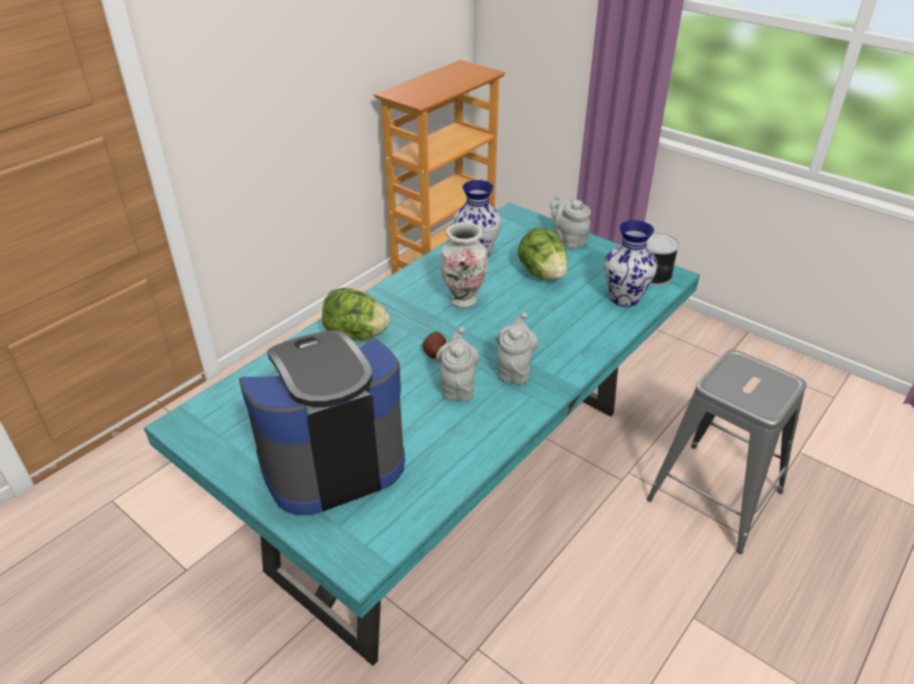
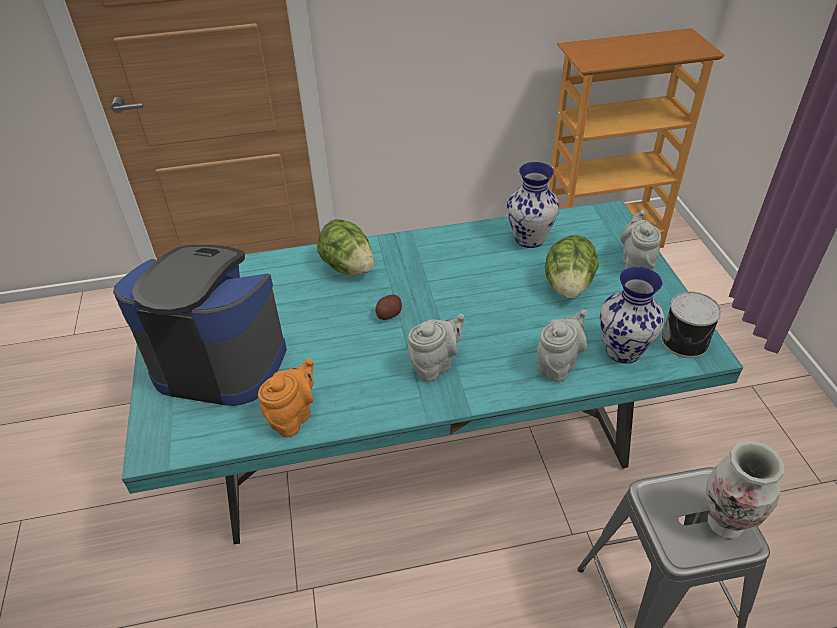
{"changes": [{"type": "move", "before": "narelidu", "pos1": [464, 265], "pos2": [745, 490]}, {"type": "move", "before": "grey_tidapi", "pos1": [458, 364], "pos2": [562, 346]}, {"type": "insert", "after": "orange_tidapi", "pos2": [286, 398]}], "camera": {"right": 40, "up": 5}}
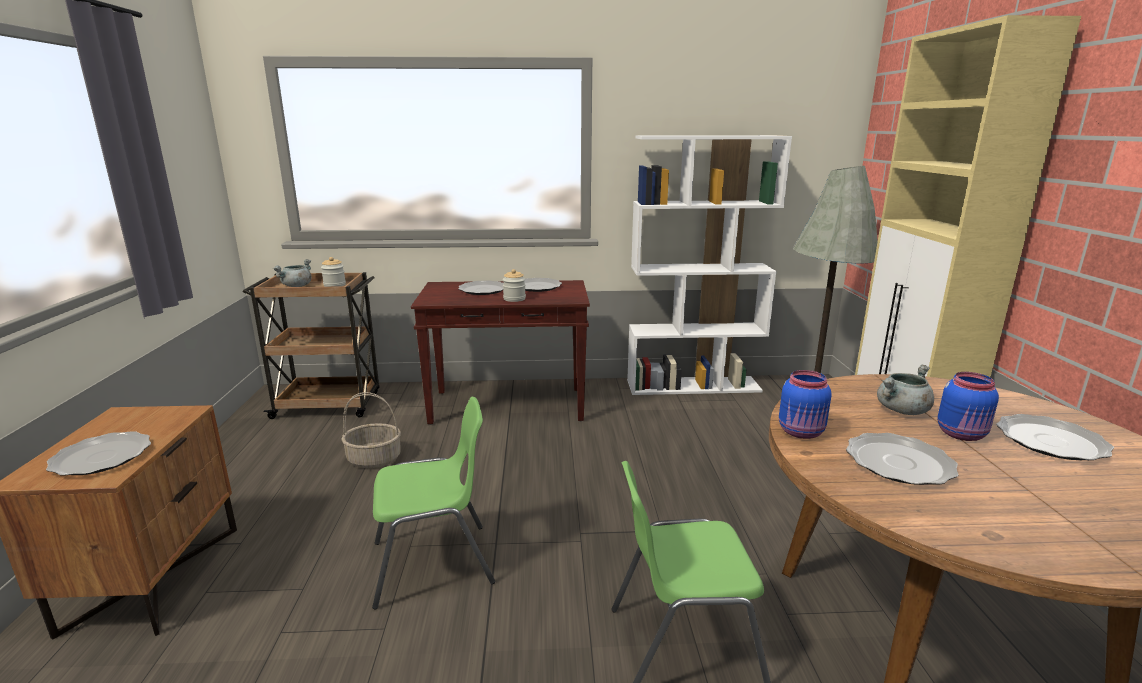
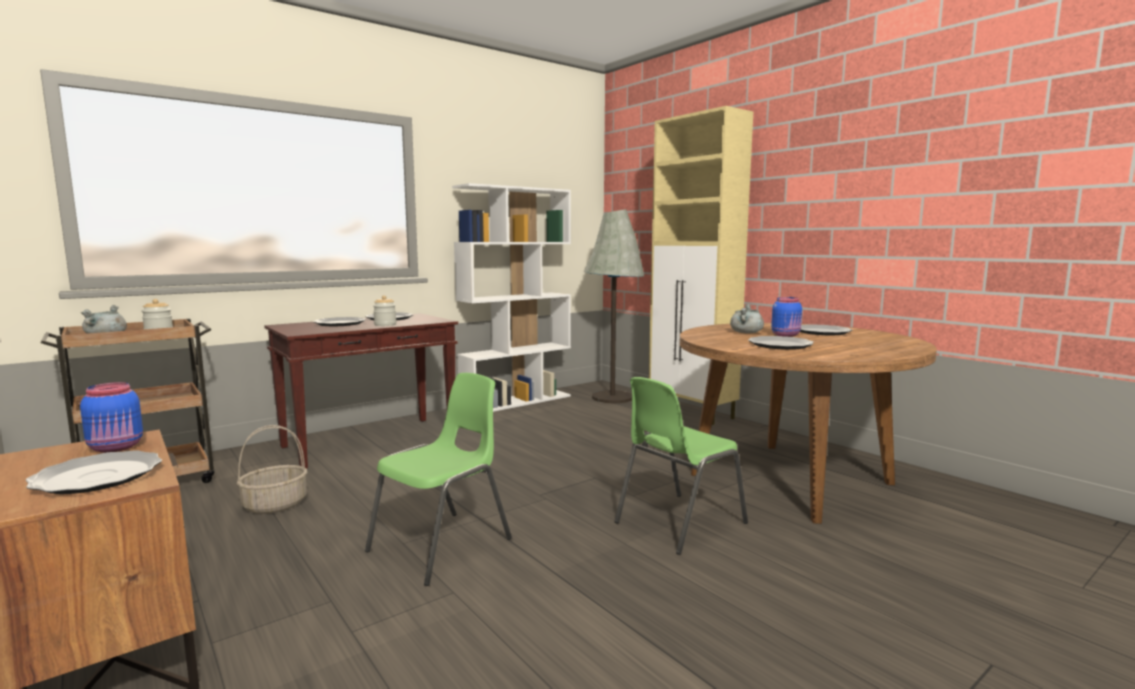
{"changes": [{"type": "move", "before": "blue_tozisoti", "pos1": [805, 404], "pos2": [111, 417]}], "camera": {"right": -35, "up": -10}}
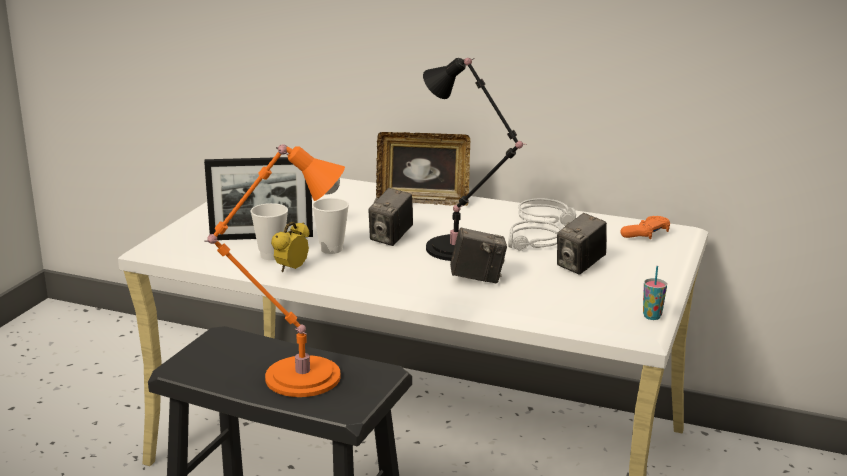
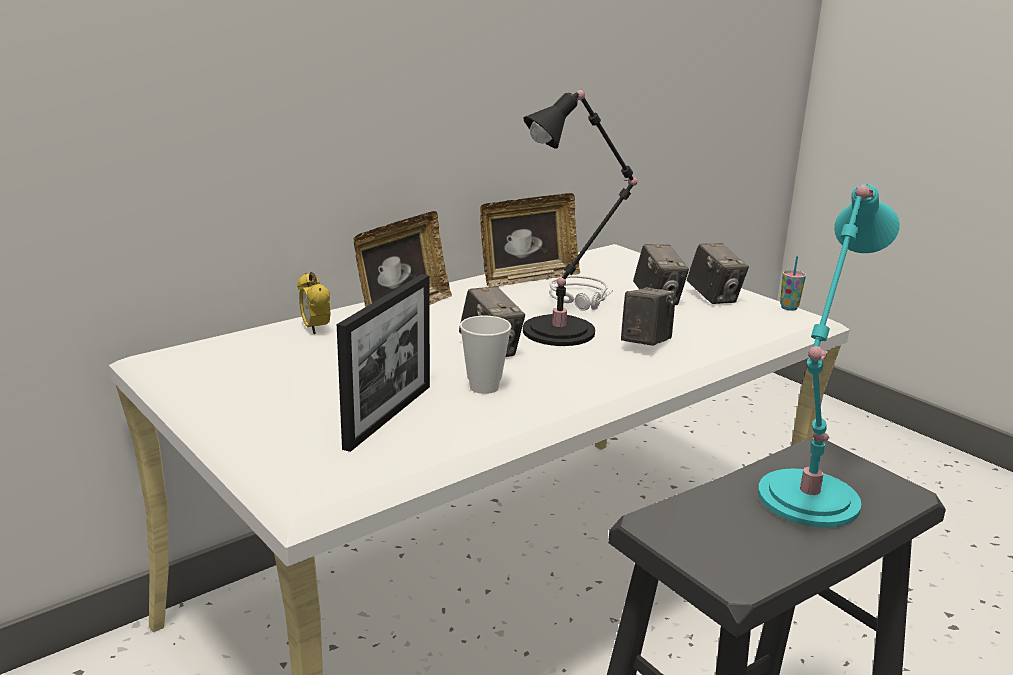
{"changes": [{"type": "recolor", "before": "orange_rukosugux", "after": "turquoise_rukosugux", "pos1": [274, 270], "pos2": [829, 356]}, {"type": "replace", "before": "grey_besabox", "after": "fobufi", "pos1": [547, 212], "pos2": [530, 240]}, {"type": "delete", "before": "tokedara", "pos1": [269, 231]}, {"type": "delete", "before": "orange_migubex", "pos1": [645, 227]}, {"type": "move", "before": "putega", "pos1": [290, 247], "pos2": [314, 303]}, {"type": "insert", "after": "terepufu", "pos2": [718, 273]}], "camera": {"right": -60, "up": 0}}
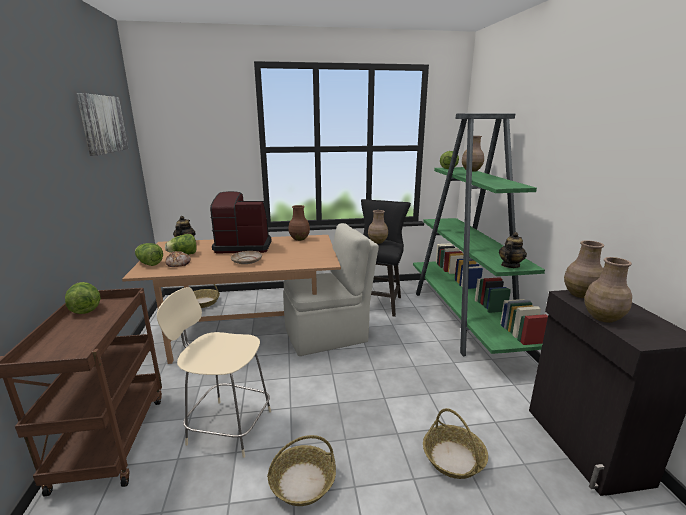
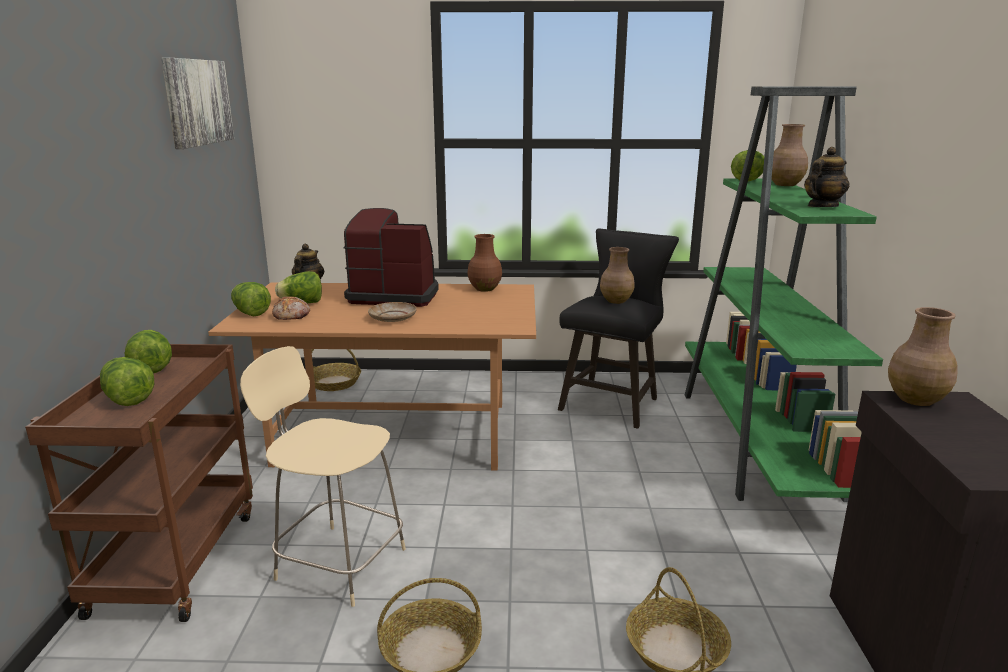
{"changes": [{"type": "delete", "before": "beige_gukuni", "pos1": [331, 289]}, {"type": "move", "before": "tidapi", "pos1": [513, 250], "pos2": [827, 177]}, {"type": "delete", "before": "brown_narelidu", "pos1": [608, 290]}, {"type": "insert", "after": "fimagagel", "pos2": [127, 381]}], "camera": {"right": 10, "up": 0}}
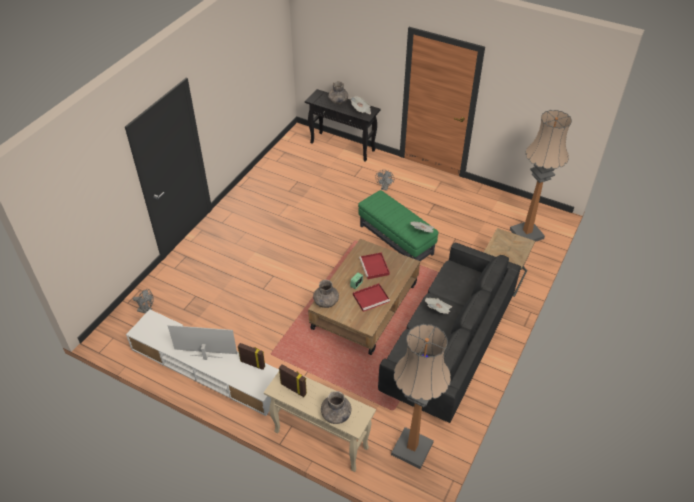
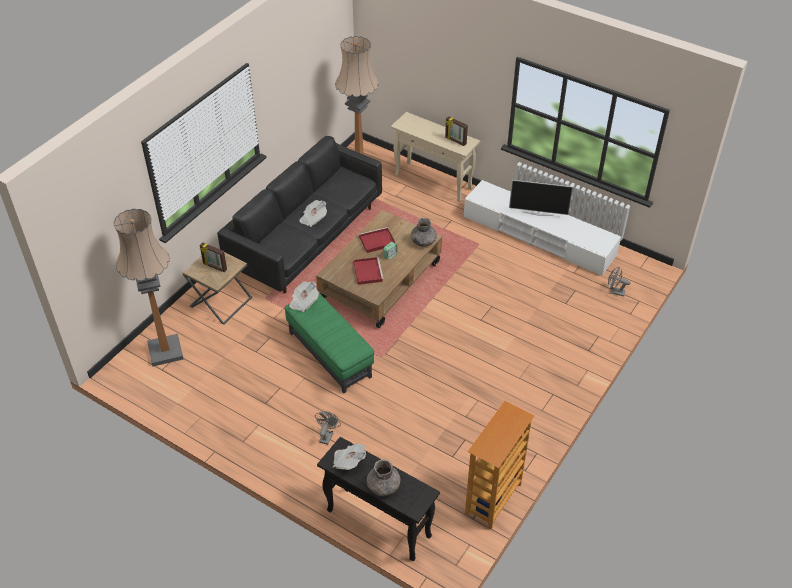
{"changes": [{"type": "move", "before": "fobufi", "pos1": [251, 356], "pos2": [213, 257]}, {"type": "delete", "before": "grey_narelidu", "pos1": [336, 407]}, {"type": "insert", "after": "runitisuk", "pos2": [500, 465]}], "camera": {"right": -175, "up": 0}}
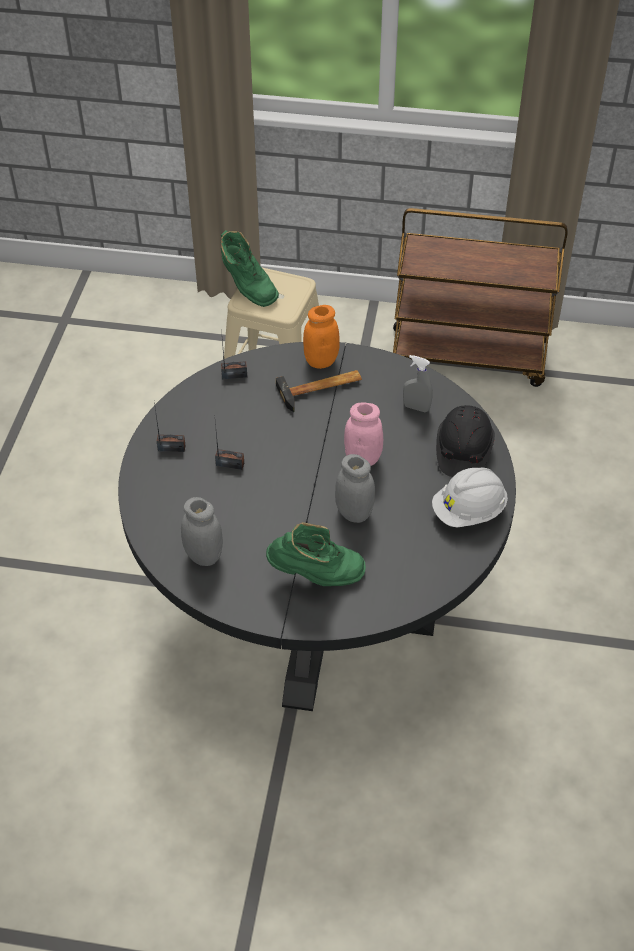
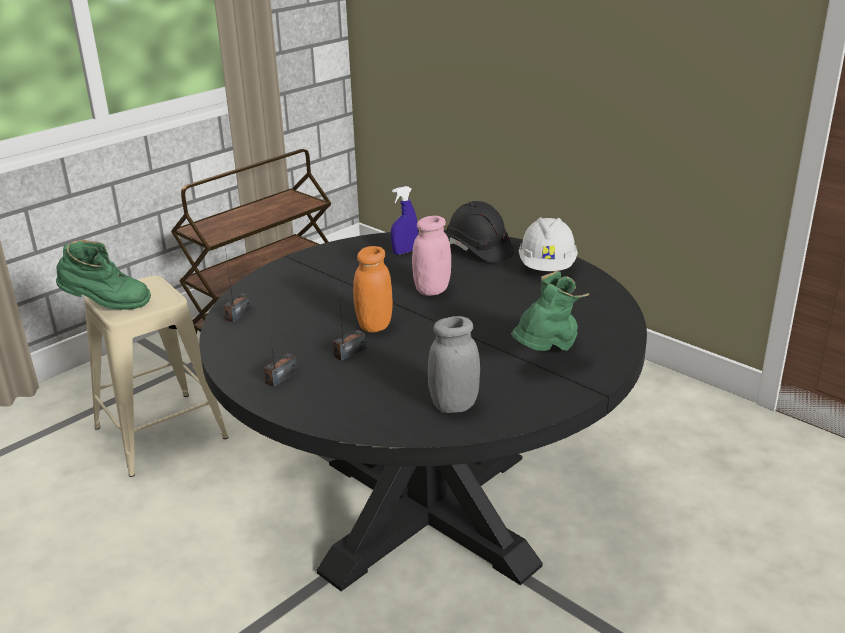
{"changes": [{"type": "move", "before": "orange_tozisoti", "pos1": [321, 337], "pos2": [373, 289]}, {"type": "recolor", "before": "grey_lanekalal", "after": "blue_lanekalal", "pos1": [418, 383], "pos2": [404, 220]}, {"type": "delete", "before": "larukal", "pos1": [319, 391]}, {"type": "delete", "before": "grey_tozisoti", "pos1": [355, 488]}], "camera": {"right": -55, "up": -20}}
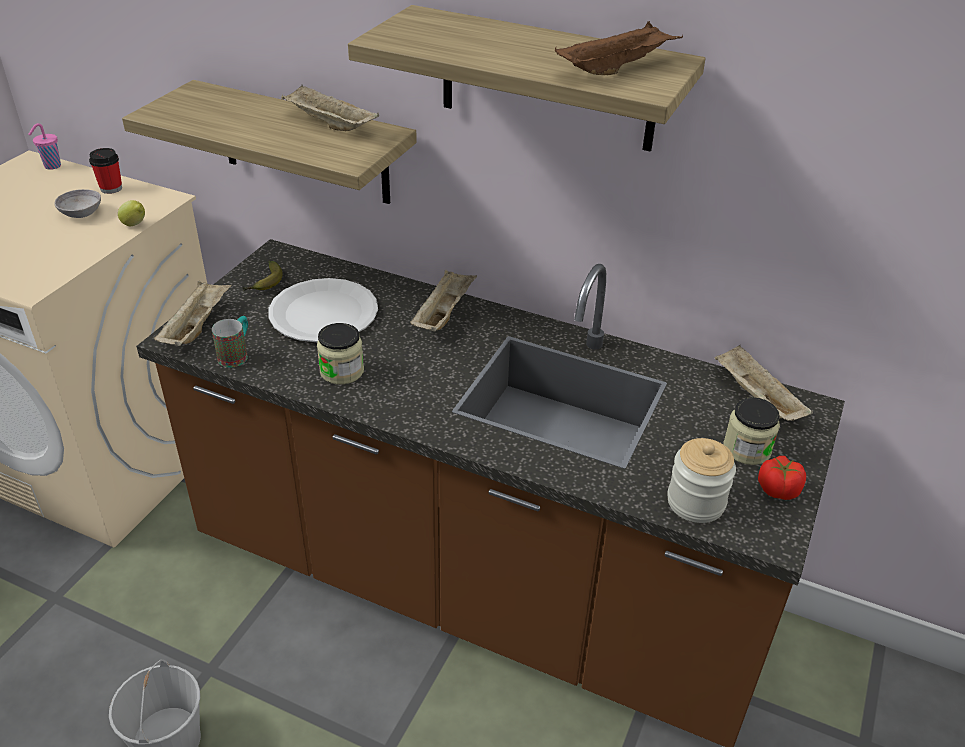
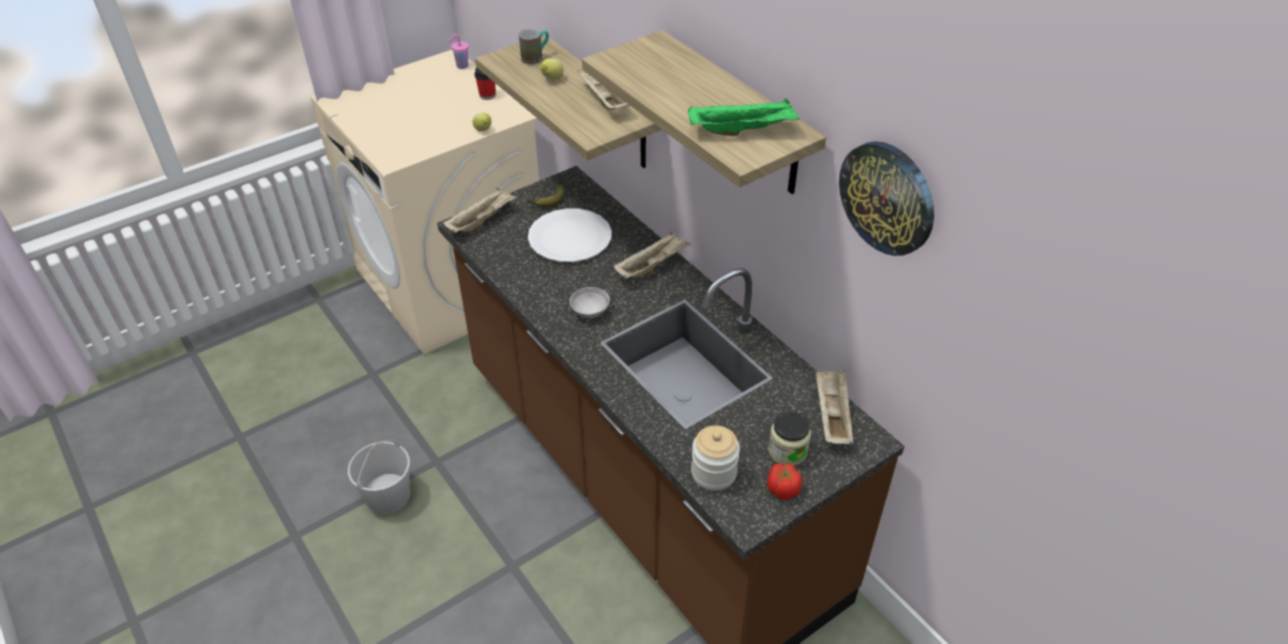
{"changes": [{"type": "recolor", "before": "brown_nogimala", "after": "green_nogimala", "pos1": [619, 48], "pos2": [744, 117]}, {"type": "move", "before": "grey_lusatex", "pos1": [77, 203], "pos2": [590, 302]}, {"type": "move", "before": "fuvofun", "pos1": [230, 342], "pos2": [534, 47]}, {"type": "delete", "before": "tozisoti", "pos1": [340, 354]}, {"type": "insert", "after": "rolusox", "pos2": [552, 69]}, {"type": "insert", "after": "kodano", "pos2": [886, 198]}], "camera": {"right": 30, "up": 5}}
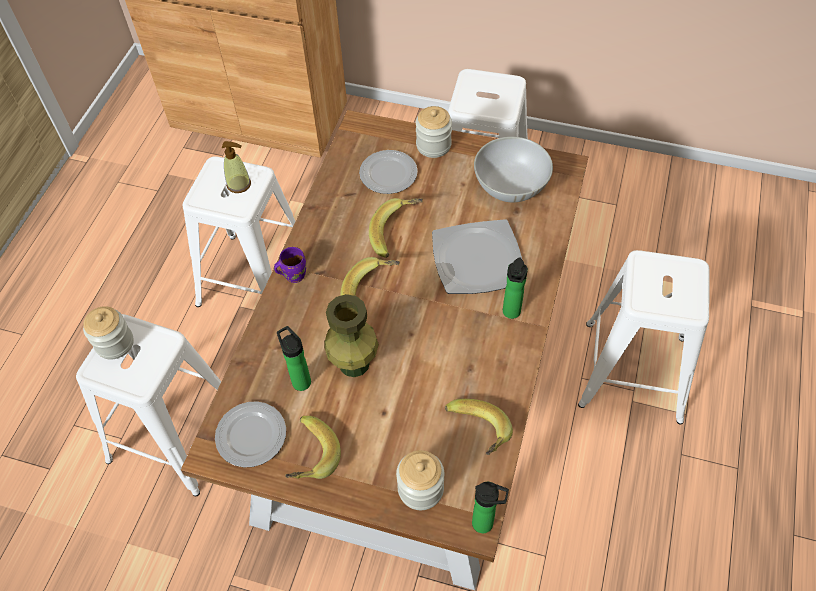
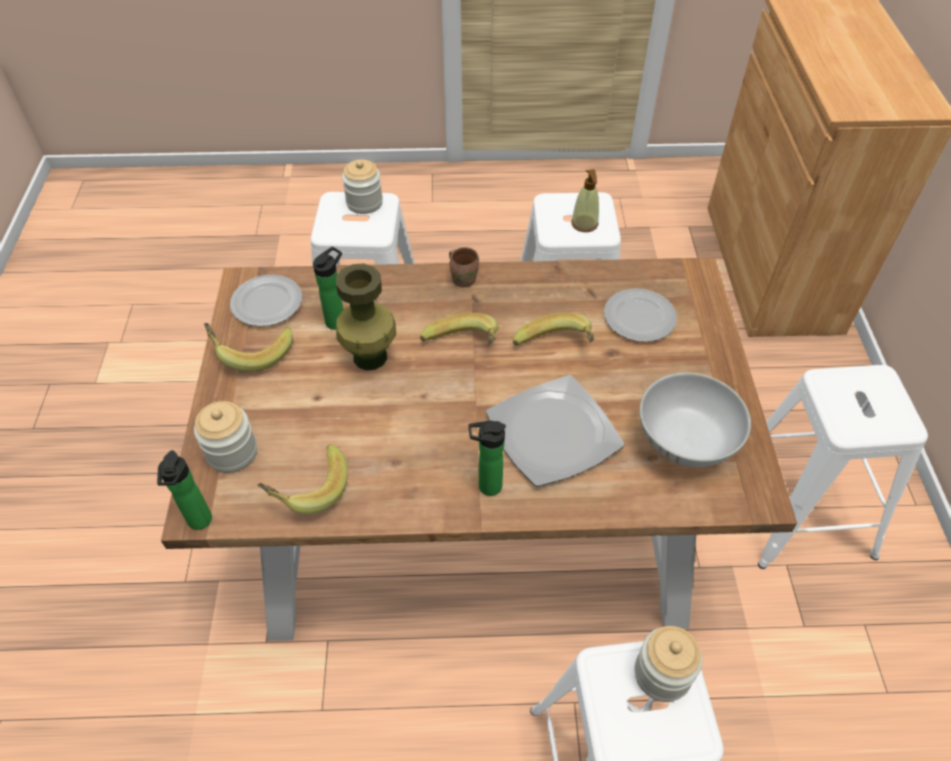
{"changes": [{"type": "move", "before": "tozisoti", "pos1": [434, 132], "pos2": [668, 664]}, {"type": "recolor", "before": "purple_fuvofun", "after": "brown_fuvofun", "pos1": [290, 265], "pos2": [464, 267]}], "camera": {"right": 70, "up": -5}}
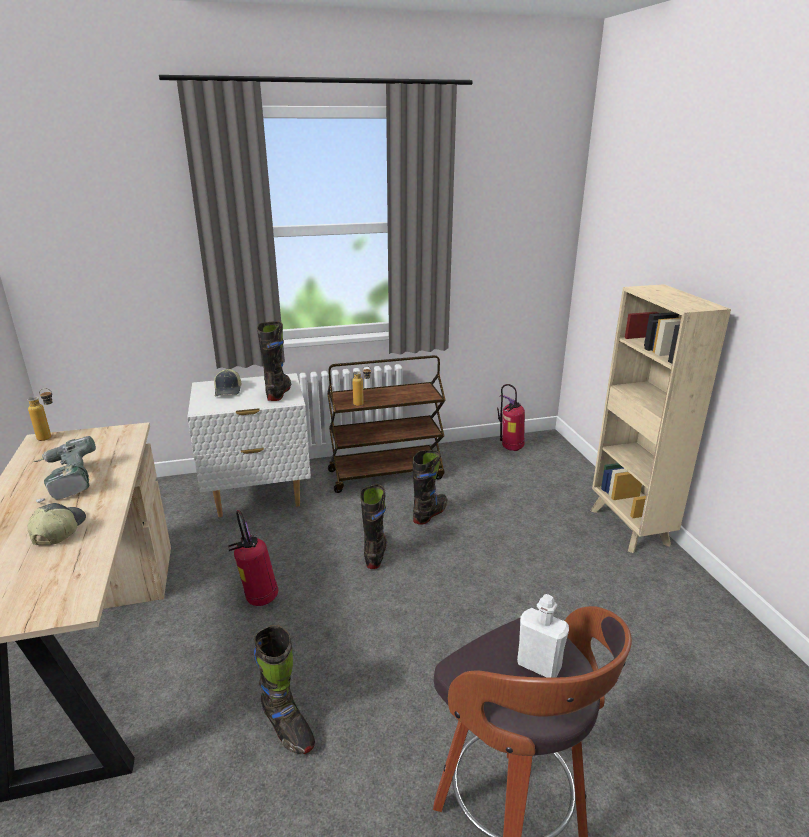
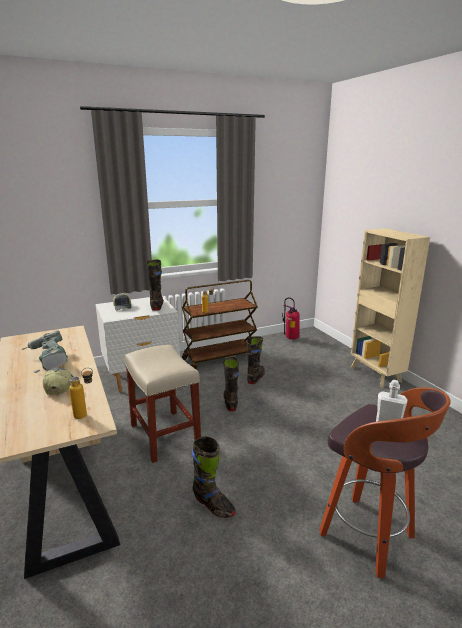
{"changes": [{"type": "move", "before": "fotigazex", "pos1": [39, 414], "pos2": [81, 393]}, {"type": "replace", "before": "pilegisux", "after": "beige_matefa", "pos1": [253, 558], "pos2": [163, 404]}], "camera": {"right": -10, "up": -5}}
